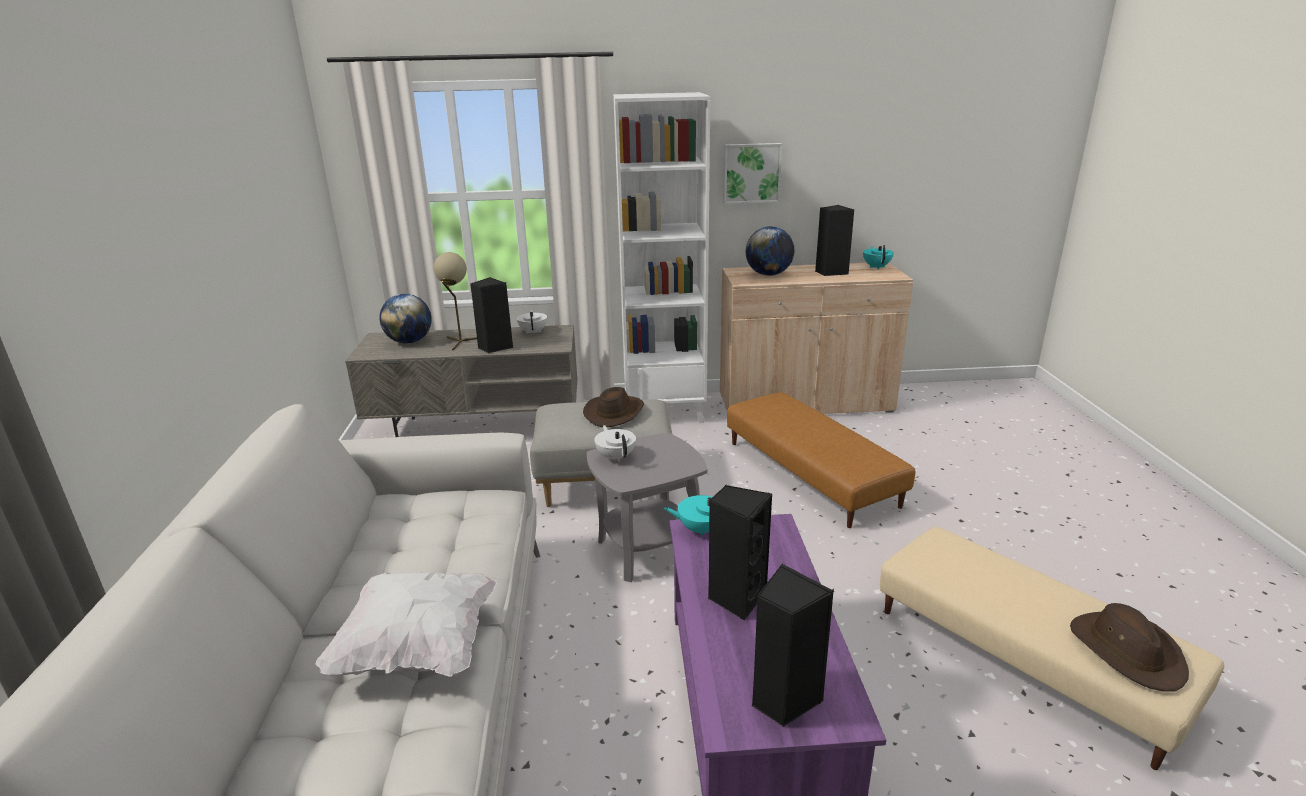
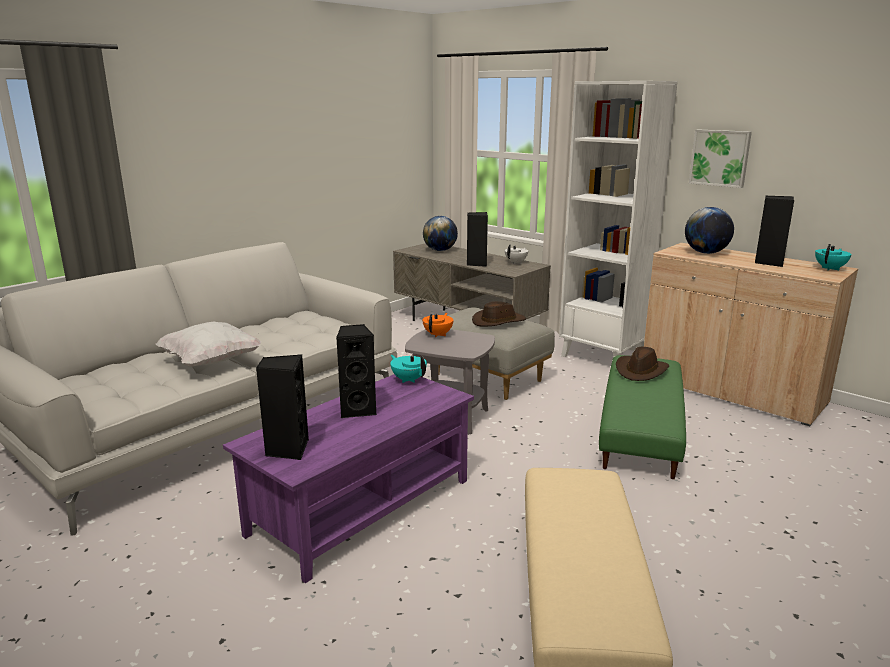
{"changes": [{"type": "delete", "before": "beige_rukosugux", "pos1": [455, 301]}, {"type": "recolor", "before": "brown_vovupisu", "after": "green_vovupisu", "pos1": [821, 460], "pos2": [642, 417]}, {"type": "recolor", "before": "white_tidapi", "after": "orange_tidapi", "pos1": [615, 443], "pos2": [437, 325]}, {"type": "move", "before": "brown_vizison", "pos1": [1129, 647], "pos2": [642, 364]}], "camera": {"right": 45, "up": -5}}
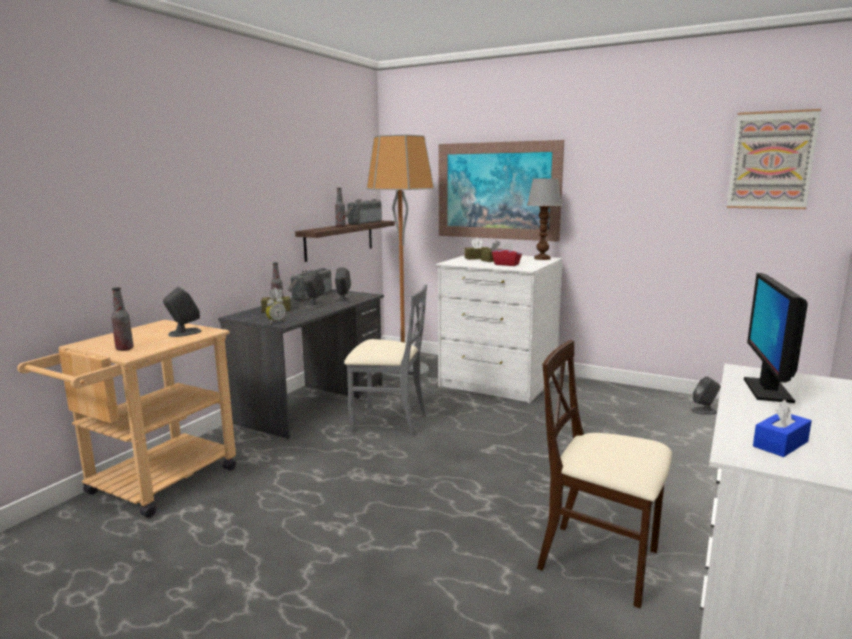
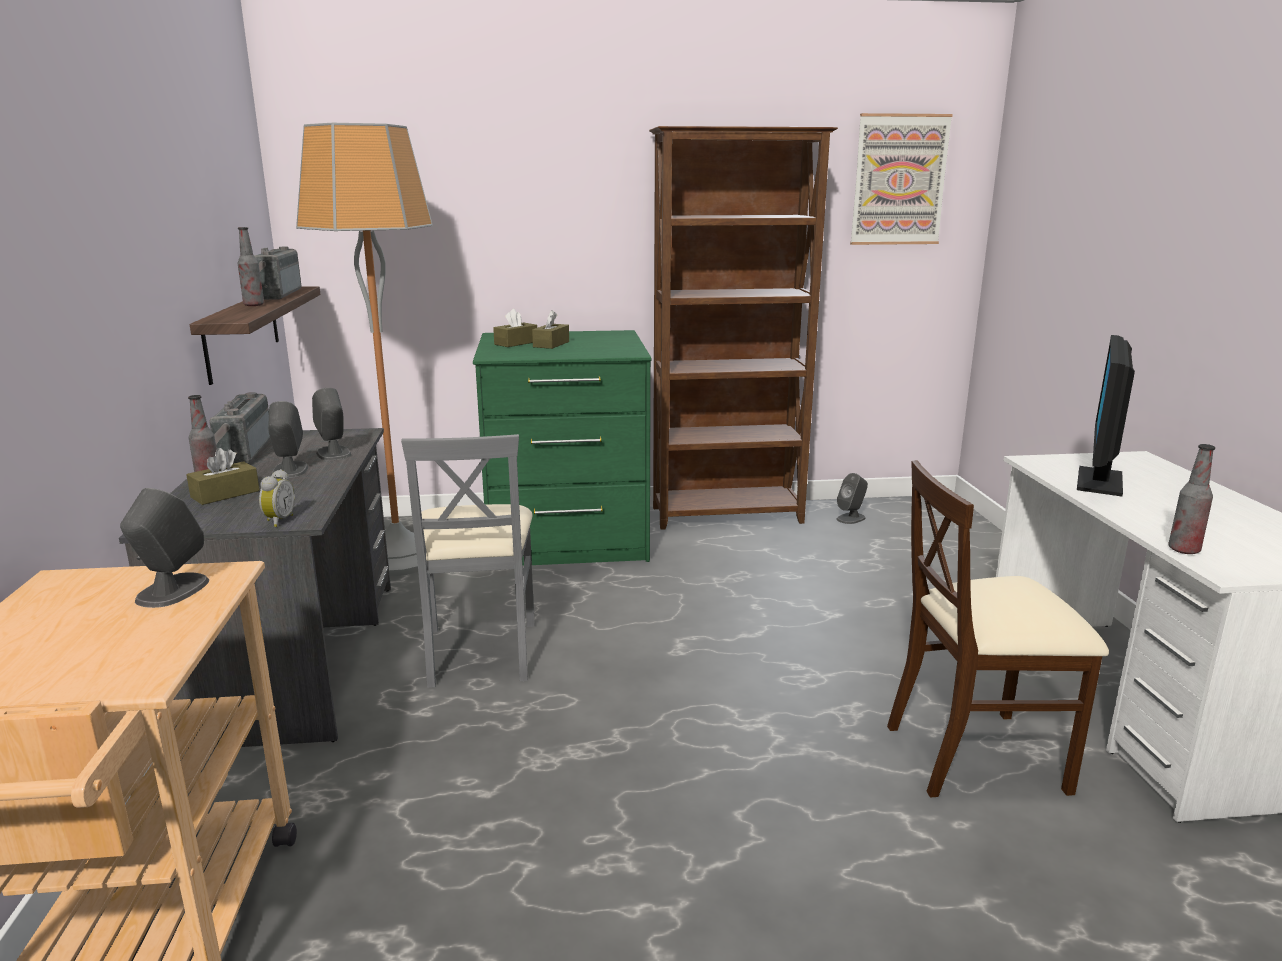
{"changes": [{"type": "delete", "before": "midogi", "pos1": [501, 191]}, {"type": "delete", "before": "rukosugux", "pos1": [544, 219]}, {"type": "delete", "before": "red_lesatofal", "pos1": [507, 255]}, {"type": "recolor", "before": "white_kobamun", "after": "green_kobamun", "pos1": [499, 329], "pos2": [562, 448]}, {"type": "rotate", "before": "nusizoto", "pos1": [776, 338], "pos2": [1106, 416], "turn": 45}, {"type": "rotate", "before": "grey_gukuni", "pos1": [385, 360], "pos2": [467, 561], "turn": 105}, {"type": "move", "before": "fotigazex", "pos1": [122, 319], "pos2": [1191, 499]}, {"type": "delete", "before": "blue_lesatofal", "pos1": [782, 428]}, {"type": "insert", "after": "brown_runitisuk", "pos2": [743, 328]}], "camera": {"right": -35, "up": 5}}
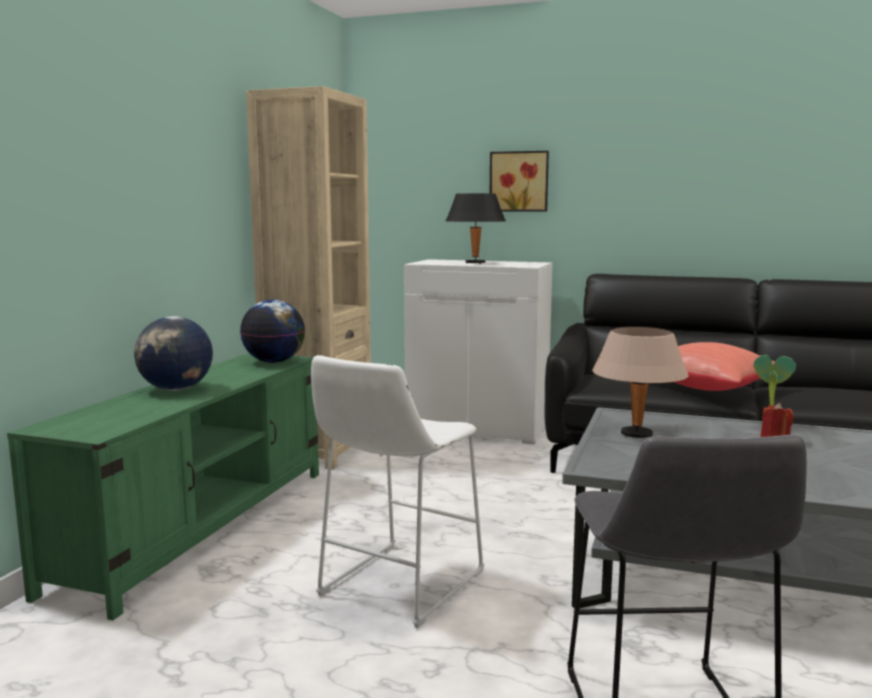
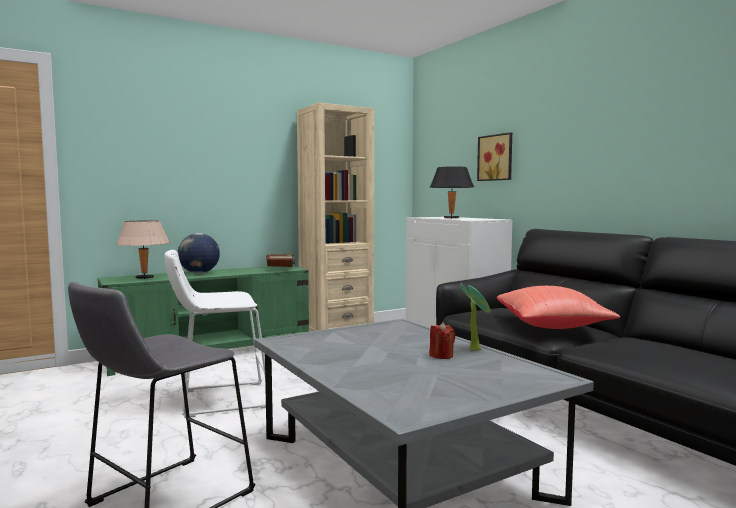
{"changes": [{"type": "replace", "before": "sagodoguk", "after": "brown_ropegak", "pos1": [272, 331], "pos2": [280, 260]}, {"type": "move", "before": "beige_rukosugux", "pos1": [640, 382], "pos2": [143, 249]}], "camera": {"right": 40, "up": -5}}
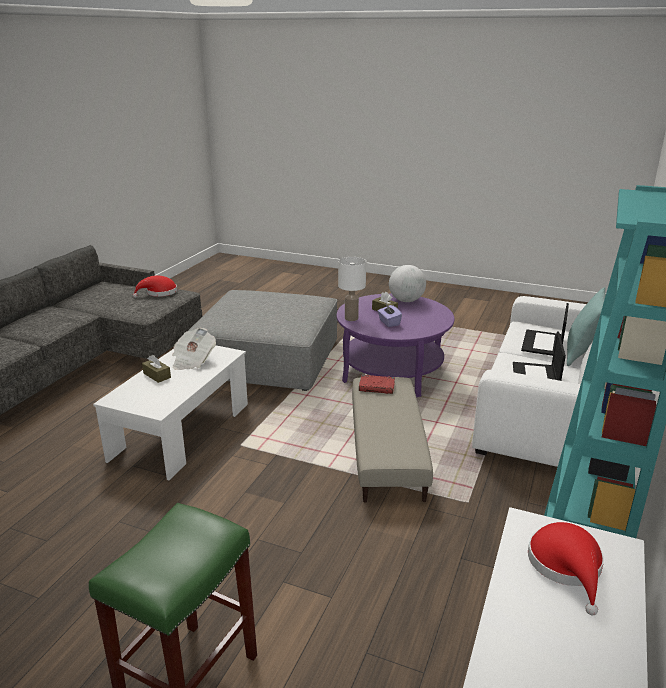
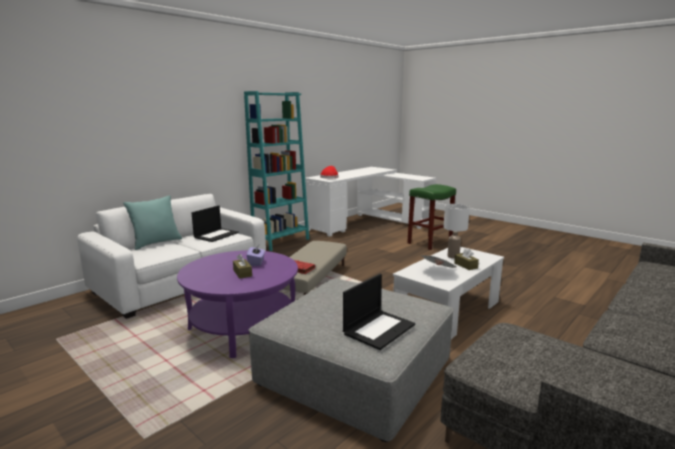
{"changes": [{"type": "move", "before": "white_rukosugux", "pos1": [352, 289], "pos2": [457, 231]}, {"type": "delete", "before": "sagodoguk", "pos1": [407, 283]}, {"type": "delete", "before": "red_vizison", "pos1": [155, 286]}, {"type": "move", "before": "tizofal", "pos1": [545, 329], "pos2": [379, 312]}], "camera": {"right": -160, "up": -10}}
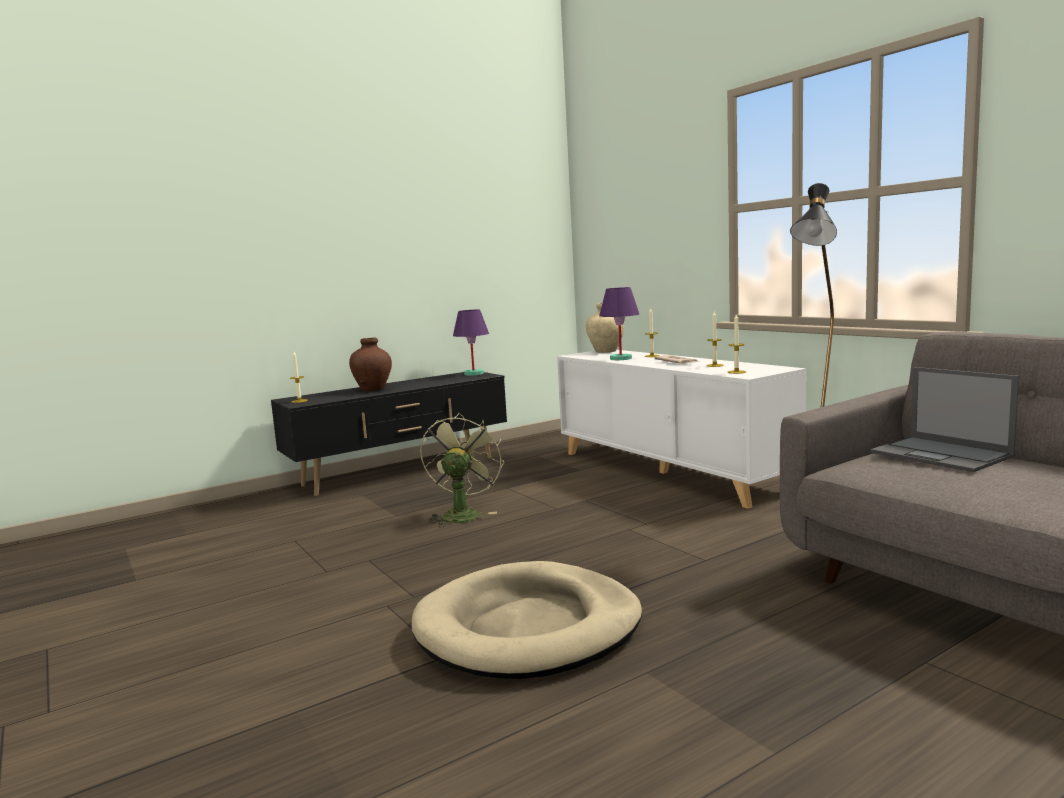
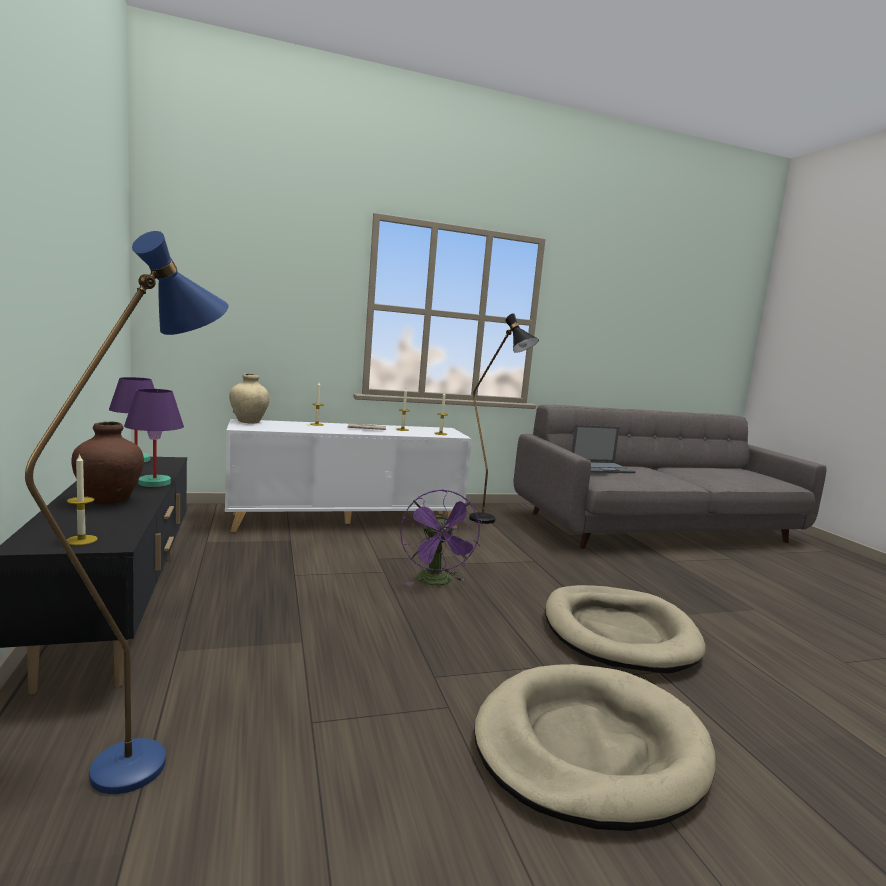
{"changes": [{"type": "move", "before": "purple_rukosugux", "pos1": [619, 323], "pos2": [154, 438]}, {"type": "delete", "before": "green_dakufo", "pos1": [462, 470]}, {"type": "insert", "after": "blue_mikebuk", "pos2": [126, 512]}, {"type": "insert", "after": "purple_dakufo", "pos2": [441, 538]}, {"type": "insert", "after": "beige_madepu", "pos2": [595, 747]}], "camera": {"right": -75, "up": 0}}
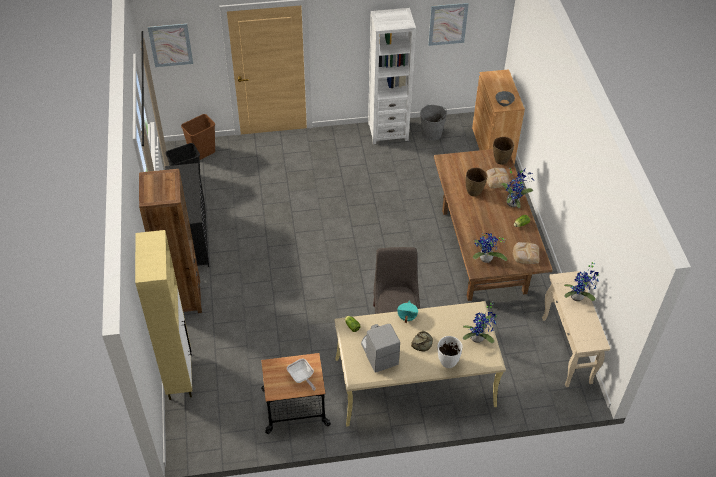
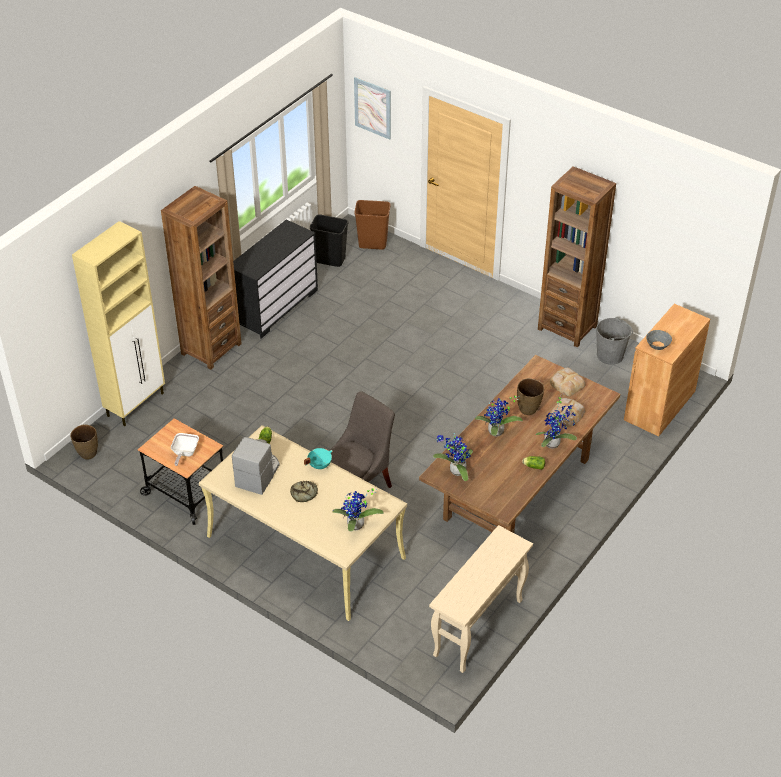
{"changes": [{"type": "delete", "before": "midogi", "pos1": [448, 24]}, {"type": "recolor", "before": "white_runitisuk", "after": "brown_runitisuk", "pos1": [392, 76], "pos2": [577, 257]}, {"type": "move", "before": "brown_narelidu", "pos1": [503, 151], "pos2": [84, 442]}, {"type": "move", "before": "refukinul", "pos1": [526, 253], "pos2": [568, 382]}, {"type": "move", "before": "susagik", "pos1": [581, 281], "pos2": [499, 416]}, {"type": "delete", "before": "white_narelidu", "pos1": [450, 352]}], "camera": {"right": 45, "up": -5}}
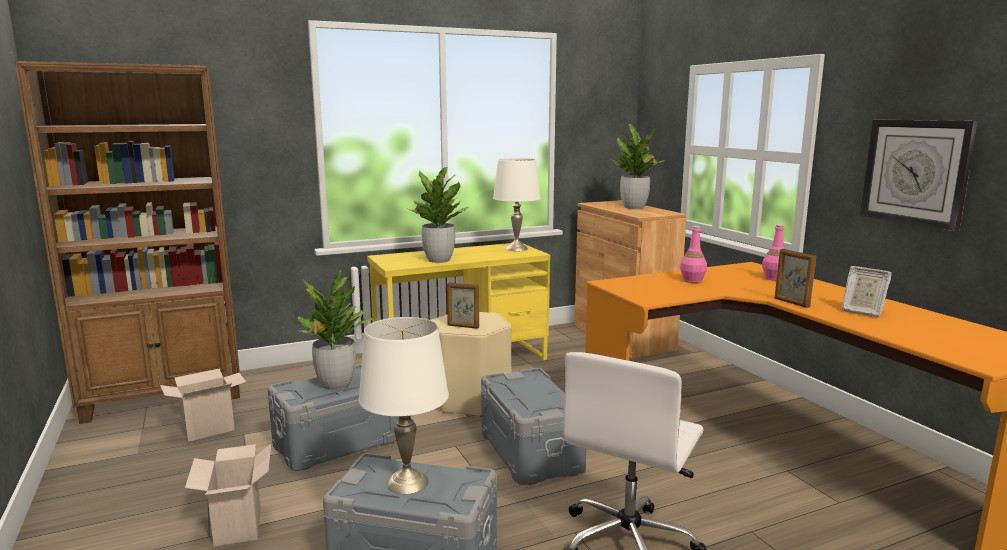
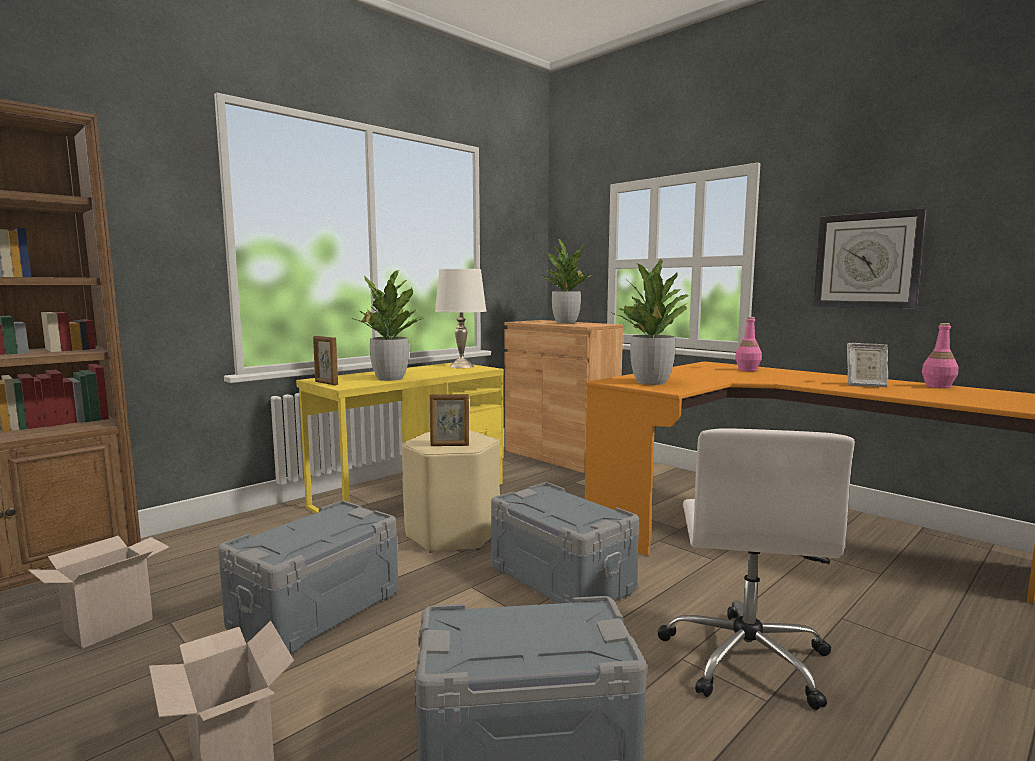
{"changes": [{"type": "move", "before": "pink_fotigazex", "pos1": [693, 254], "pos2": [940, 355]}, {"type": "move", "before": "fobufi", "pos1": [795, 278], "pos2": [325, 360]}, {"type": "move", "before": "susagik", "pos1": [334, 330], "pos2": [651, 322]}, {"type": "delete", "before": "white_rukosugux", "pos1": [403, 405]}], "camera": {"right": -20, "up": -5}}
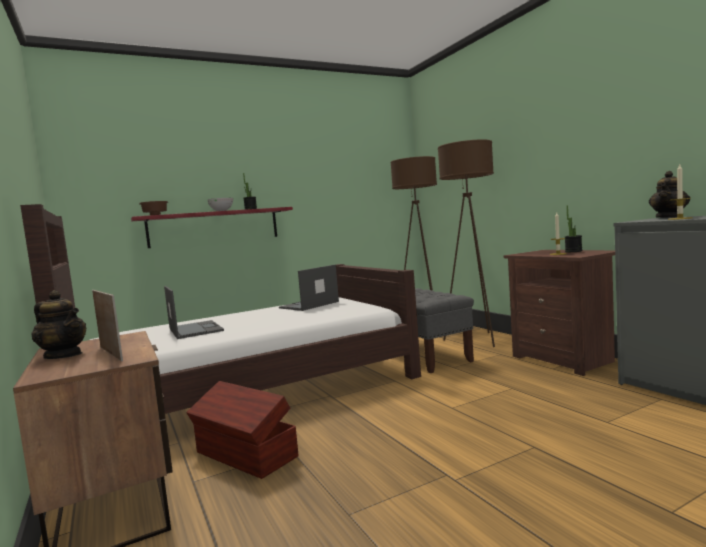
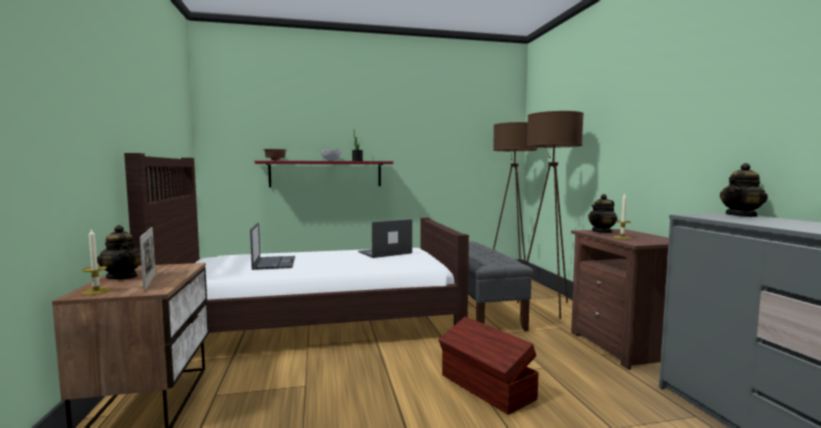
{"changes": [{"type": "move", "before": "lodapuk", "pos1": [680, 192], "pos2": [96, 261]}, {"type": "delete", "before": "susagik", "pos1": [573, 229]}, {"type": "move", "before": "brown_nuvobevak", "pos1": [242, 430], "pos2": [488, 366]}, {"type": "insert", "after": "tidapi", "pos2": [603, 213]}], "camera": {"right": 15, "up": 0}}
